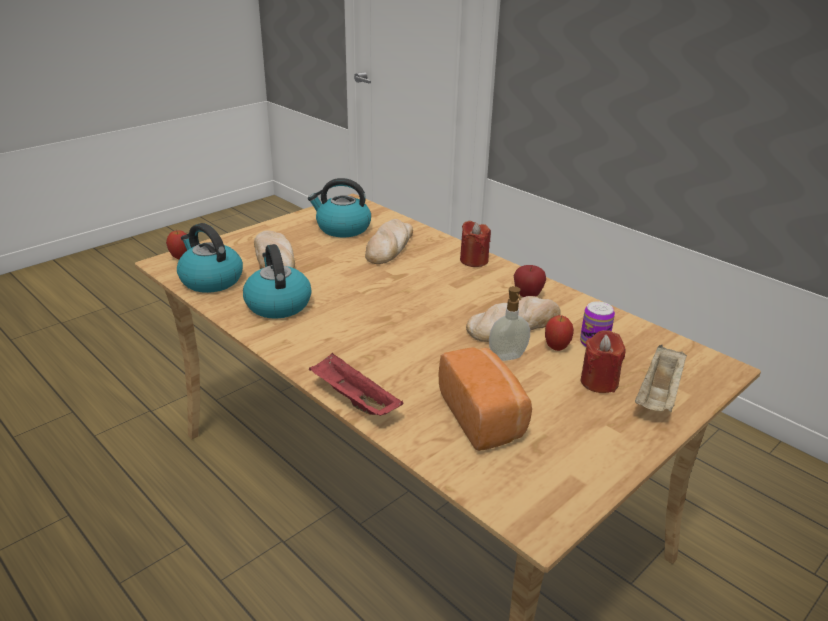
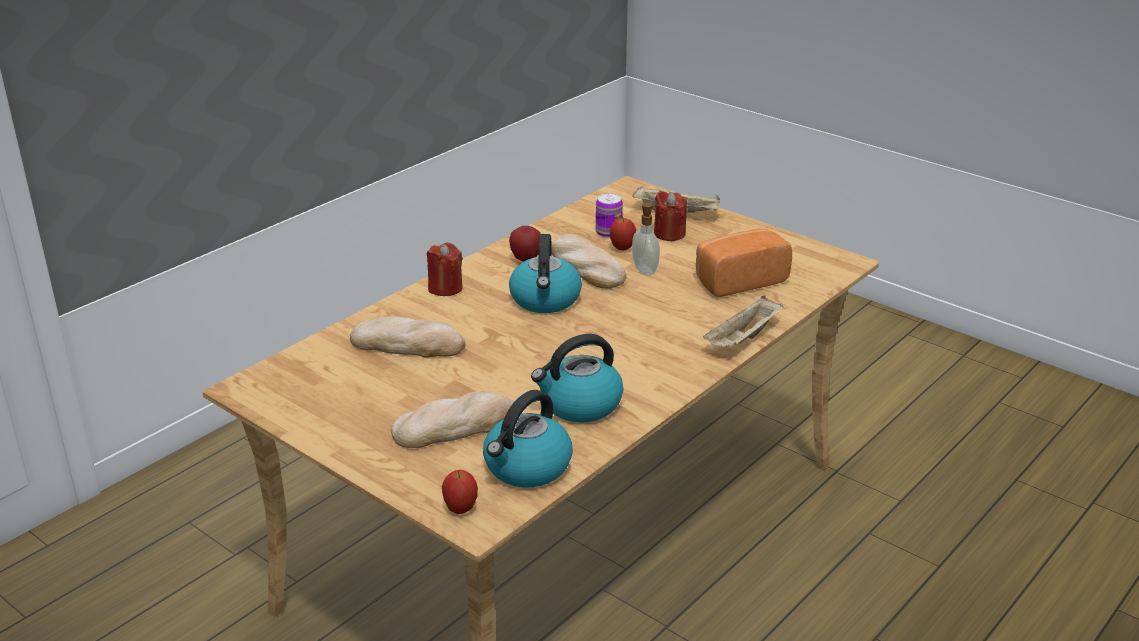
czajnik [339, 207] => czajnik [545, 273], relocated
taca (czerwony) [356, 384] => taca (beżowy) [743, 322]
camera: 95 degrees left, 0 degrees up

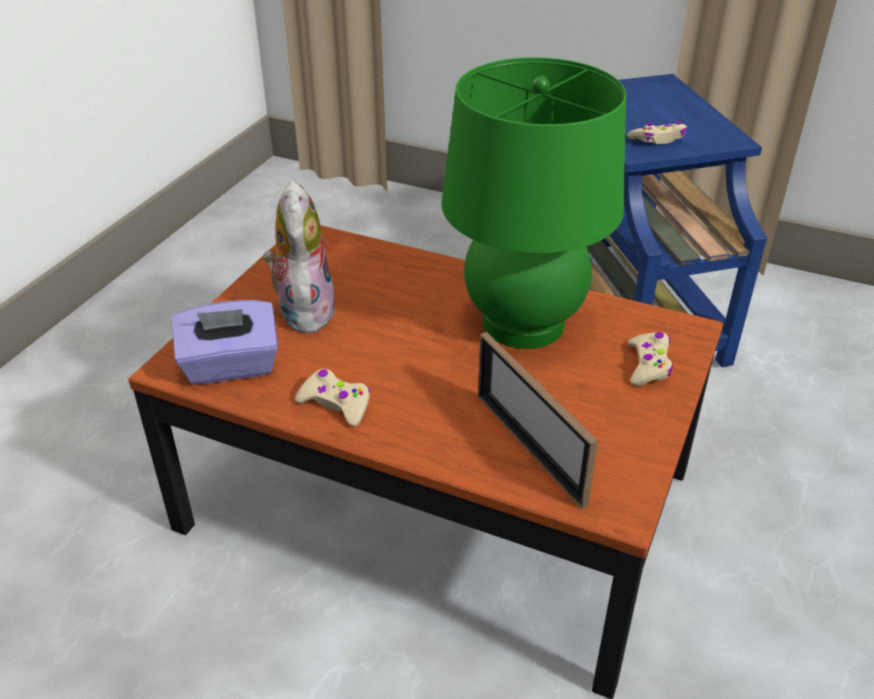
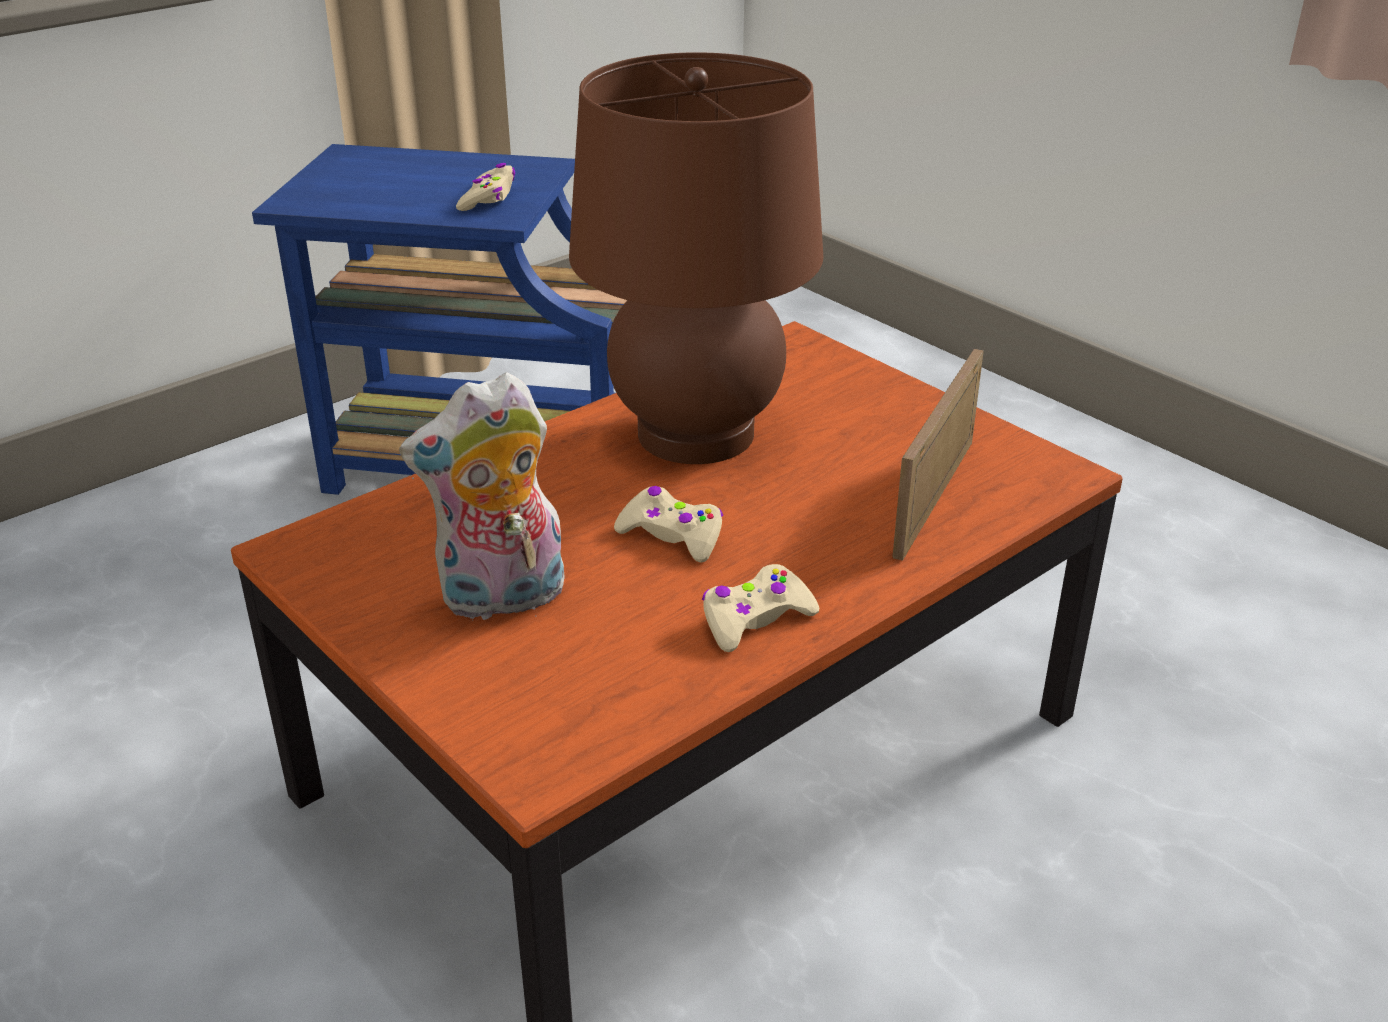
pluszak [299, 257] => pluszak [481, 496], 45 degrees counterclockwise
lampa stołowa (zielony) [533, 203] => lampa stołowa (brązowy) [696, 258]
pad do gier (beżowy) [650, 359] => pad do gier (beżowy) [668, 524], relocated
ramka na zdjęcie [538, 420] => ramka na zdjęcie [938, 455], 120 degrees clockwise
pudełko chusteczek (fioletowy) [224, 342] => nothing
camera: 65 degrees left, 5 degrees down

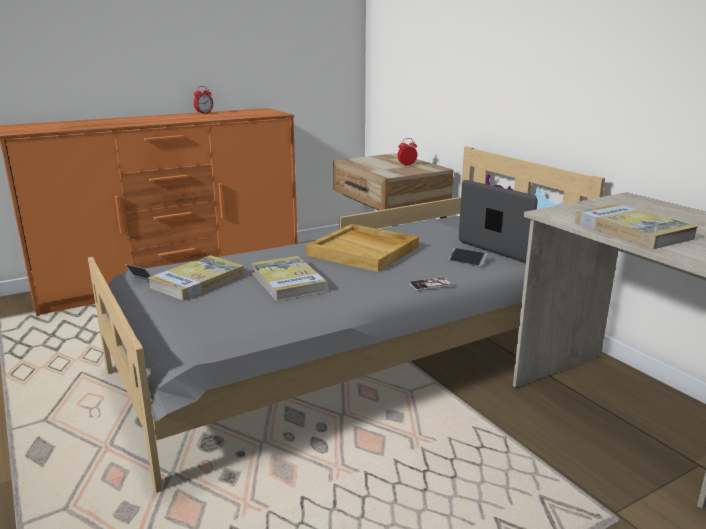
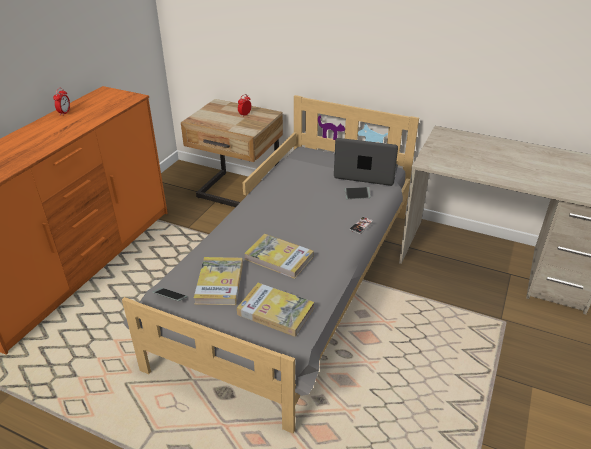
książka [636, 226] => książka [275, 310], relocated
taca (beżowy) [362, 248] => nothing
camera: 35 degrees left, 15 degrees up

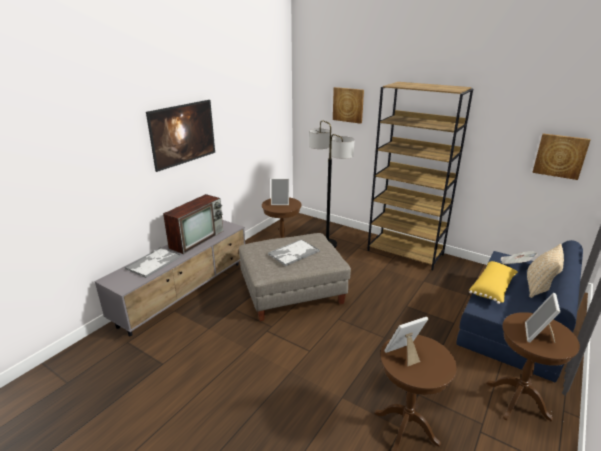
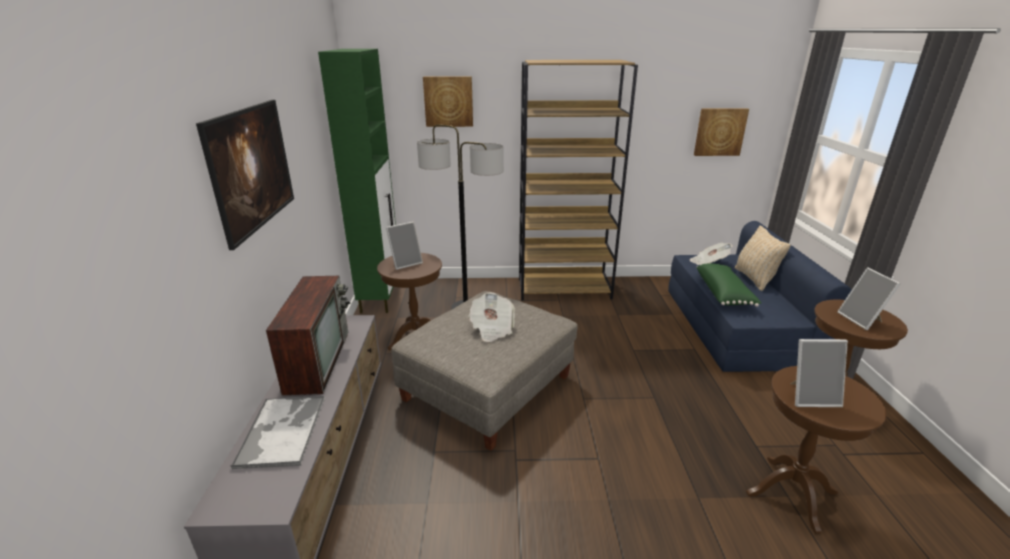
nothing => szafka (zielony) [357, 181]
taca [294, 252] => gazeta [491, 317]
poduszka (żółty) [493, 282] => poduszka (zielony) [728, 285]
ramka na zdjęcie [406, 341] => ramka na zdjęcie [819, 373], 120 degrees counterclockwise
camera: 35 degrees left, 0 degrees up

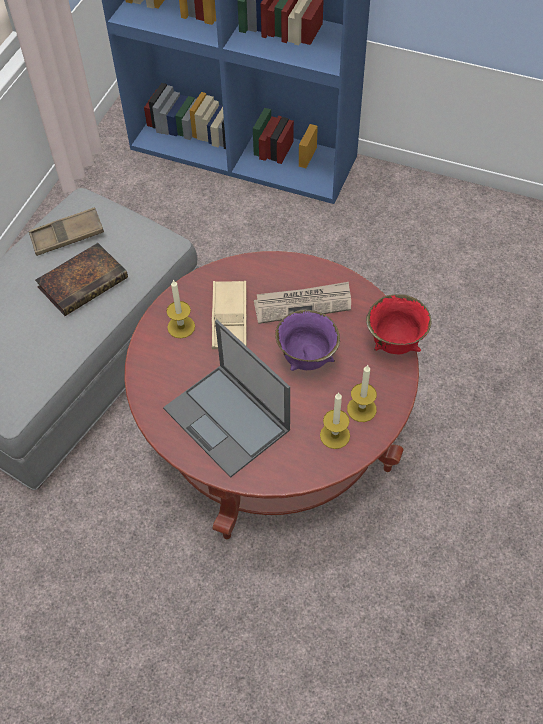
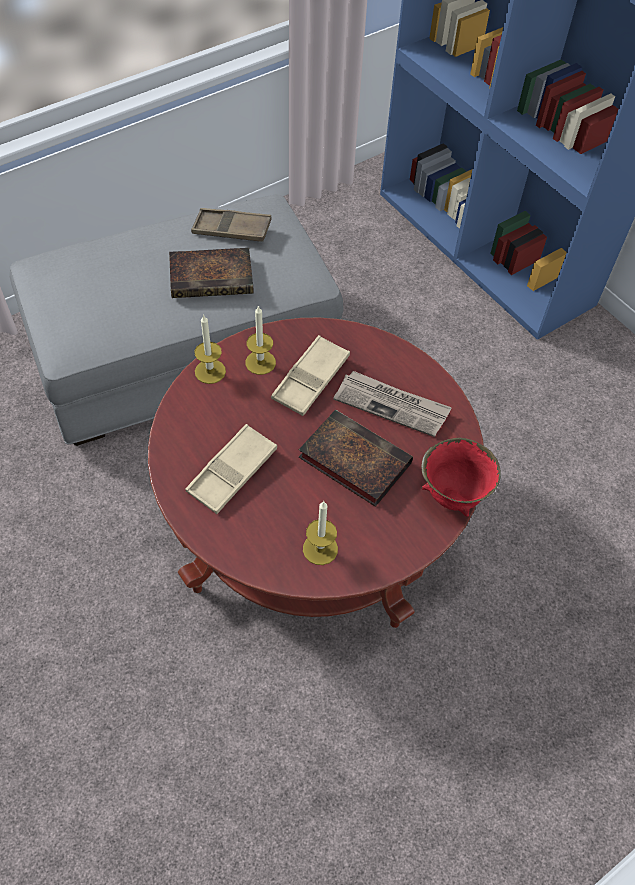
laptop [226, 399] => taca (beżowy) [231, 469]
świeca [362, 393] => świeca [210, 349], relocated
miska (fioletowy) [307, 340] => książka [356, 458]
camera: 30 degrees right, 0 degrees up

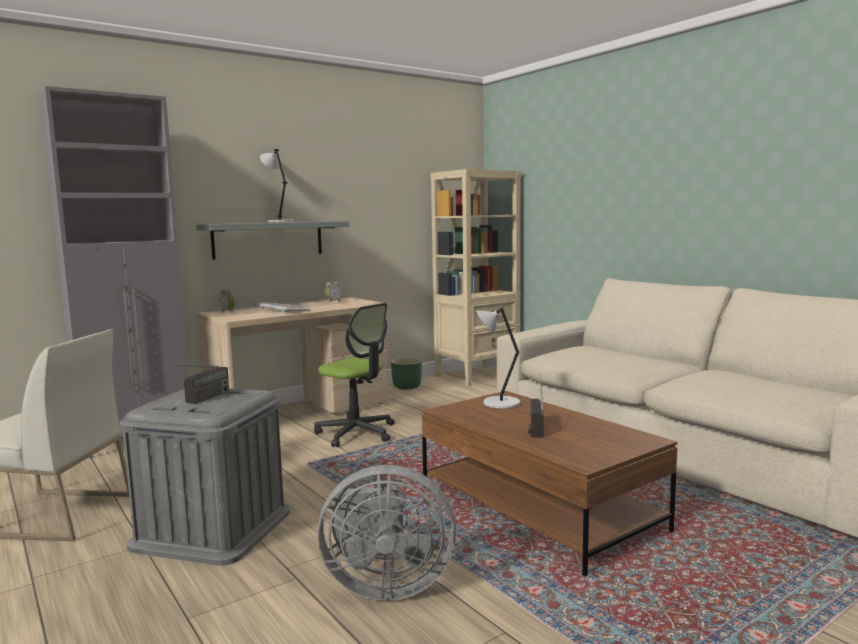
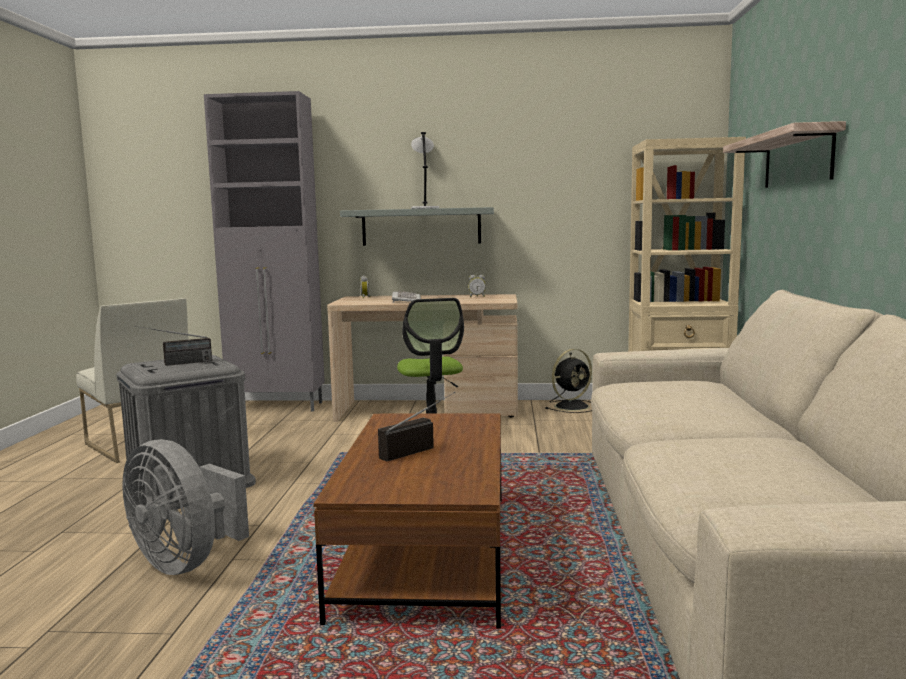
donica (zielony) [406, 374] => wentylator (czarny) [568, 381]
nothing => półka [784, 154]
lampa stołowa (szary) [498, 358] => nothing
camera: 40 degrees right, 0 degrees up

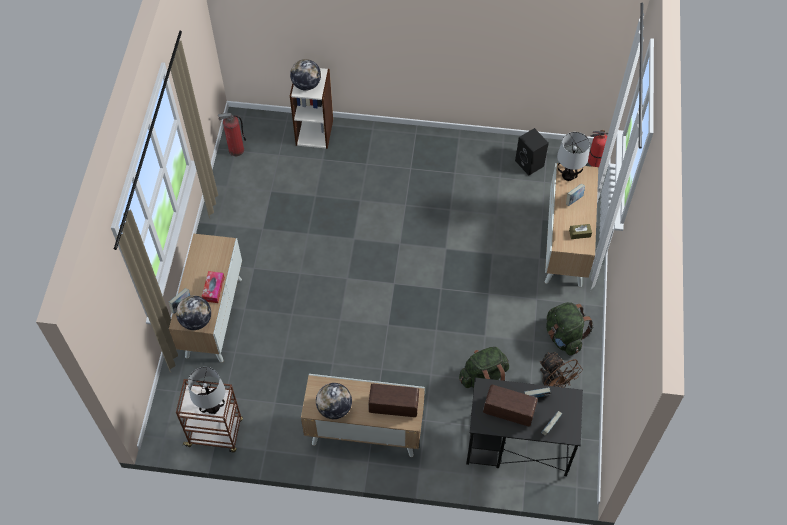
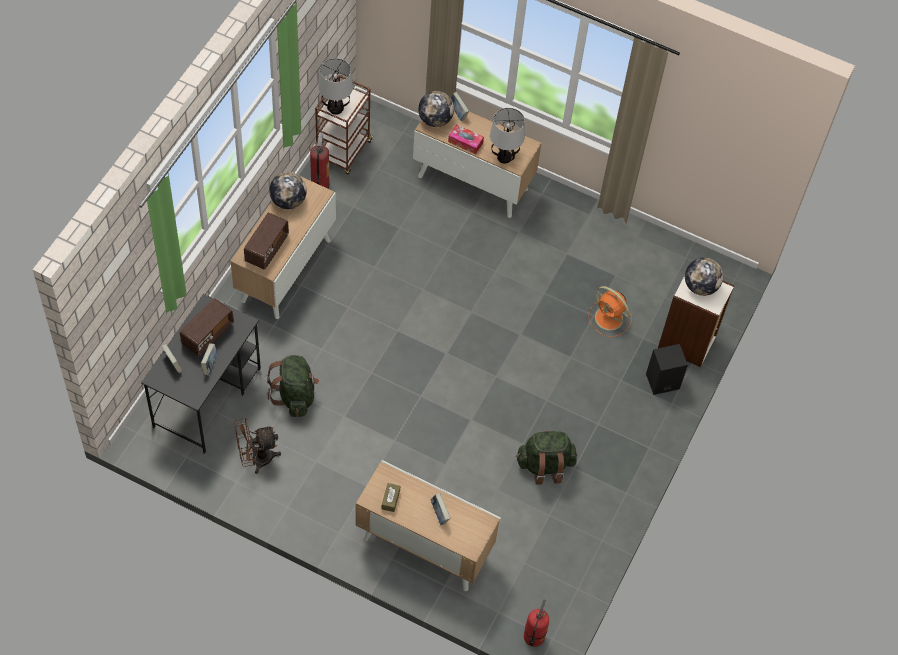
gaśnica [232, 134] => gaśnica [320, 160], relocated
lampa stołowa [573, 156] => lampa stołowa [507, 135], relocated
plecak (zielony) [569, 329] => plecak (zielony) [546, 458], relocated
nothing => wentylator (pomarańczowy) [610, 311]
głośnik (czarny) [532, 151] => głośnik (czarny) [667, 369], relocated
camera: 105 degrees right, 0 degrees up

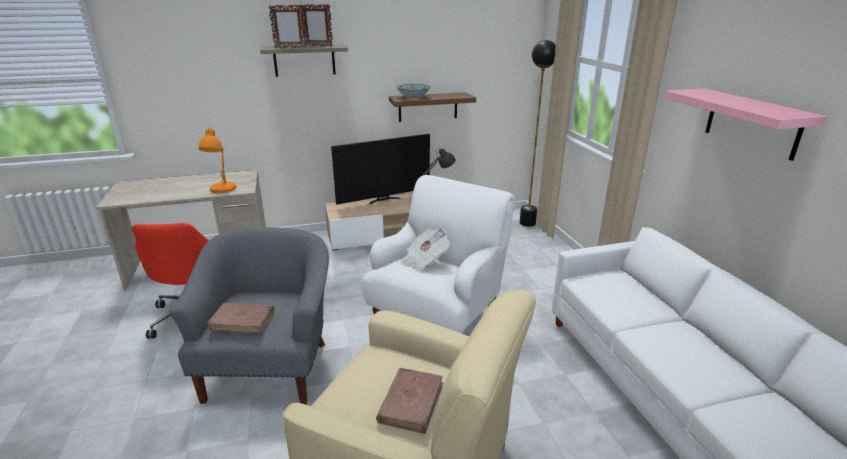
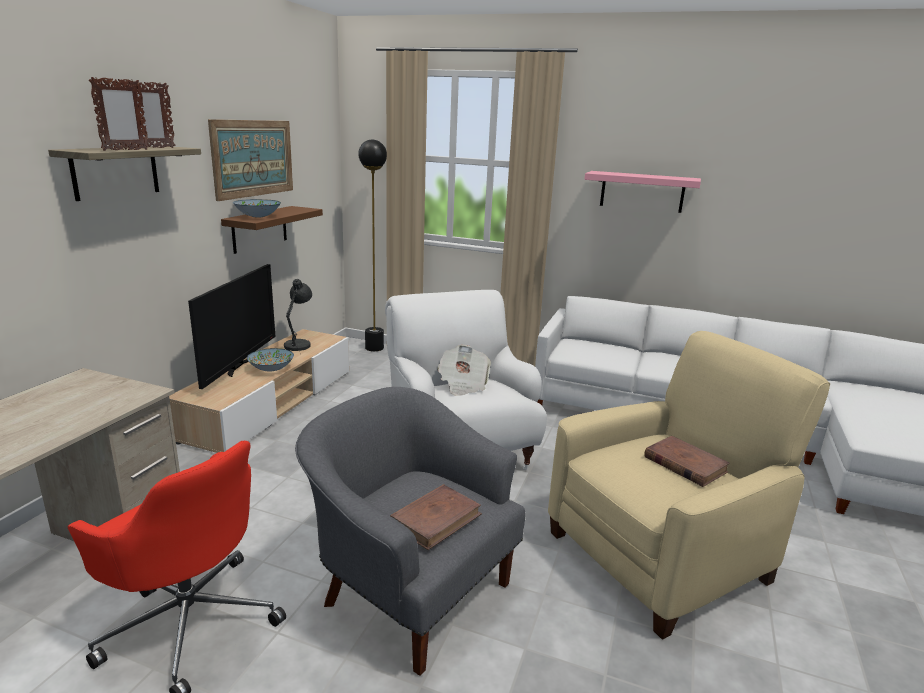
nothing => obraz [250, 160]
nothing => miska [270, 360]
lampa stołowa (pomarańczowy) [217, 159] => nothing
camera: 55 degrees left, 5 degrees down

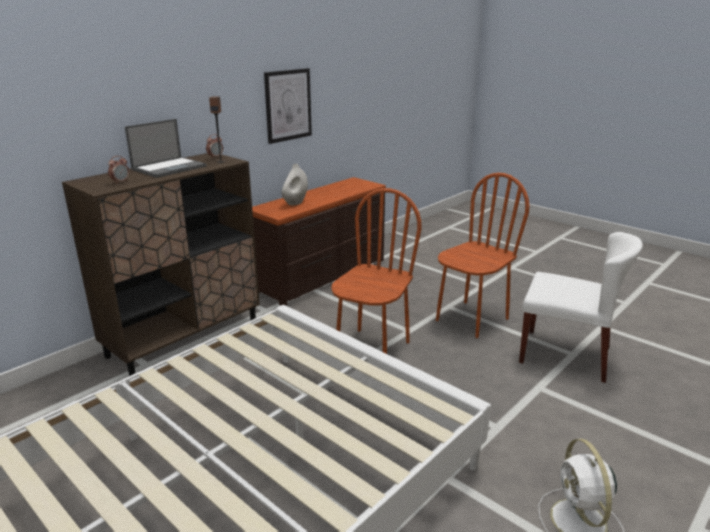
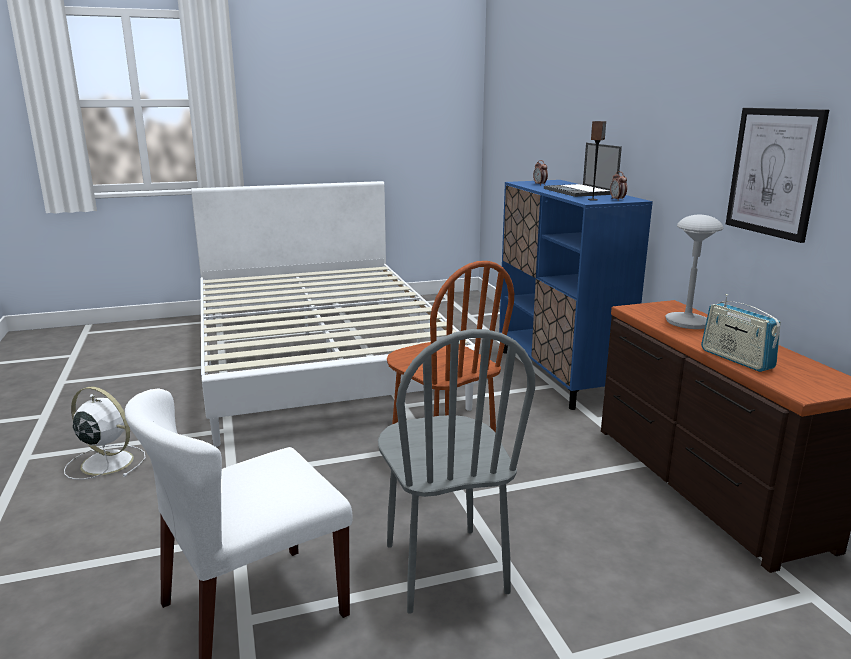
krzesło (brązowy) [483, 255] => krzesło (szary) [456, 471]
szafka (brązowy) [161, 264] => szafka (niebieski) [576, 295]
wazon (biały) [295, 184] => lampa stołowa (szary) [694, 272]
nothing => radio [741, 333]
camera: 120 degrees right, 5 degrees down

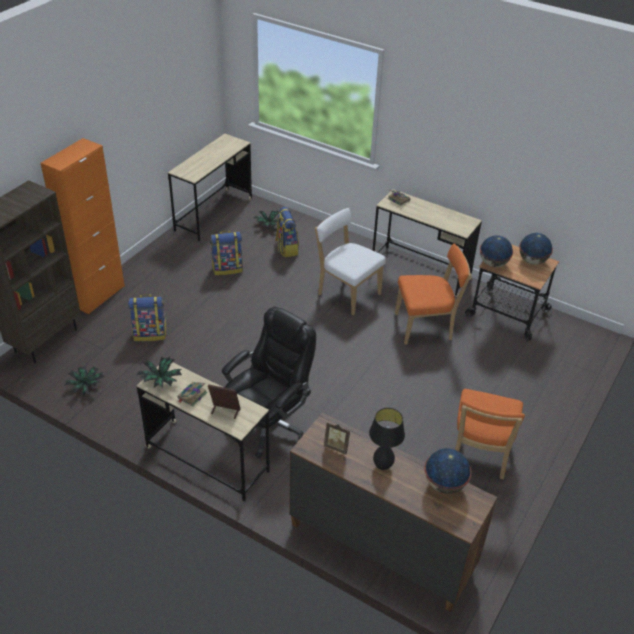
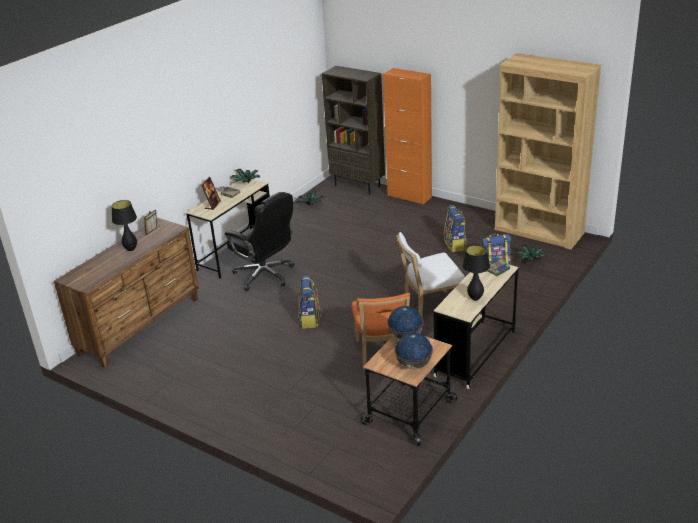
plecak [147, 317] => plecak [309, 302], relocated
krzesło (biały) [350, 261] => krzesło (biały) [430, 275], 150 degrees counterclockwise
nothing => lampa stołowa (czarny) [476, 273]
biurko (beżowy) [210, 187] => regał (brązowy) [548, 151]
globus [448, 471] => nothing
krzesło (pomarańczowy) [490, 434] => nothing
camera: 95 degrees right, 10 degrees down

